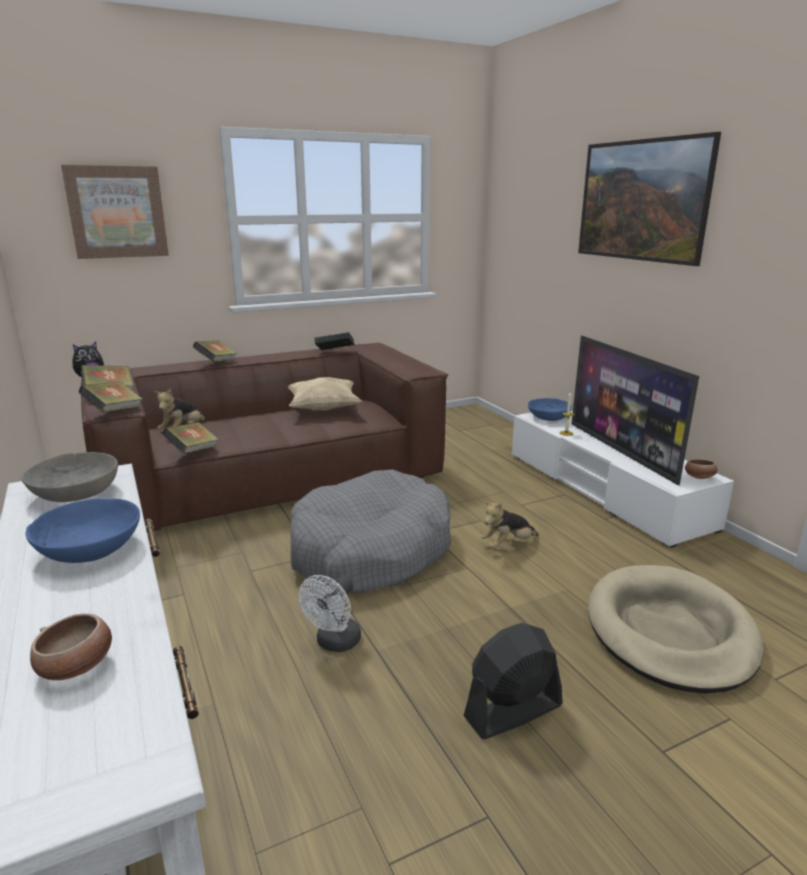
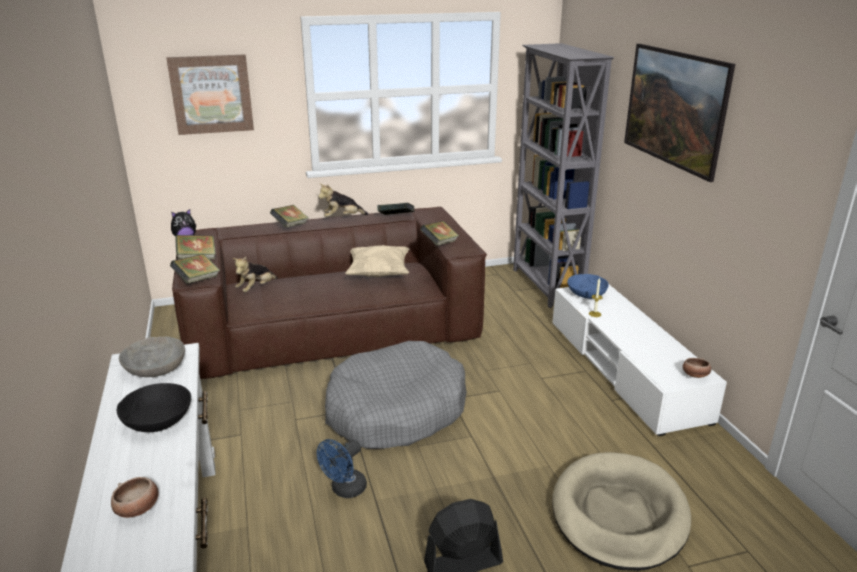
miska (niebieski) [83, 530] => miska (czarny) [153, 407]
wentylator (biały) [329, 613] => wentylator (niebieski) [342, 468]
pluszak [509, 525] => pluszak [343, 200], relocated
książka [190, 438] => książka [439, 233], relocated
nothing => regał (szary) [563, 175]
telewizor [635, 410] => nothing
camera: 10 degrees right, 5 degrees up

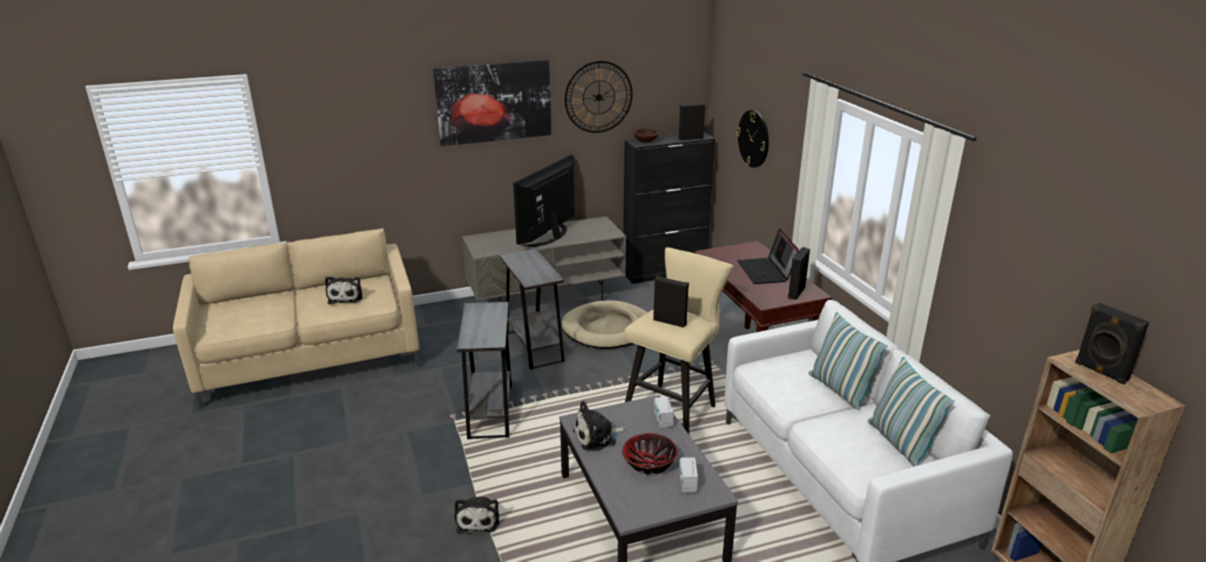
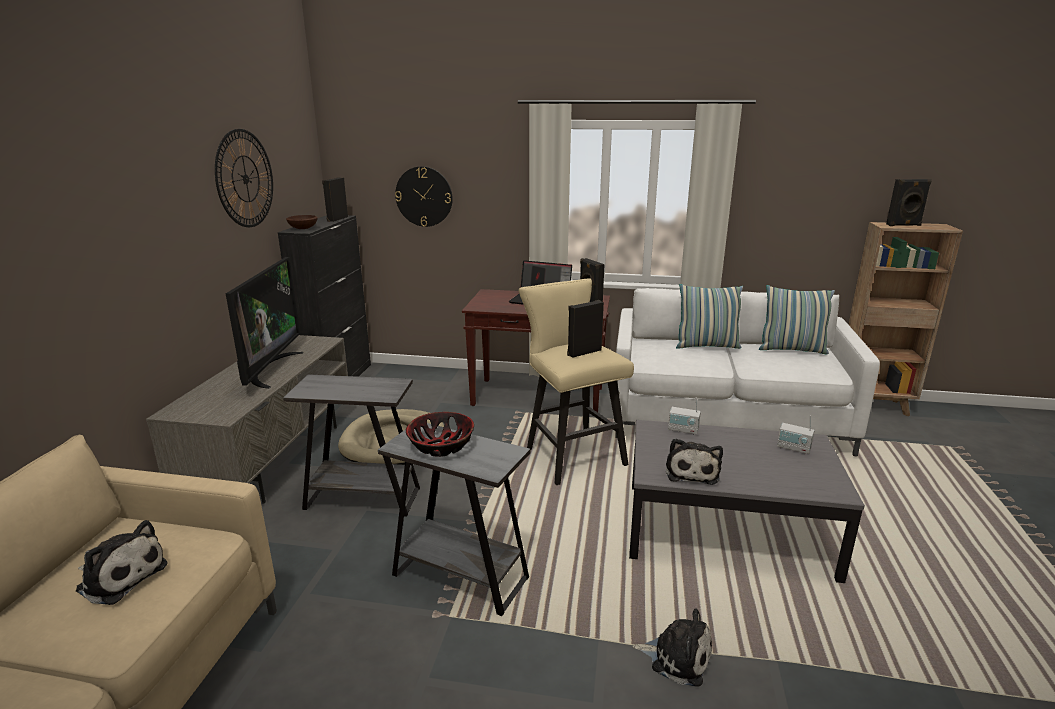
telewizor [544, 200] => telewizor [264, 323], 150 degrees counterclockwise
miska [649, 453] => miska [440, 434], relocated
obraz [492, 103] => nothing
camera: 60 degrees left, 5 degrees down

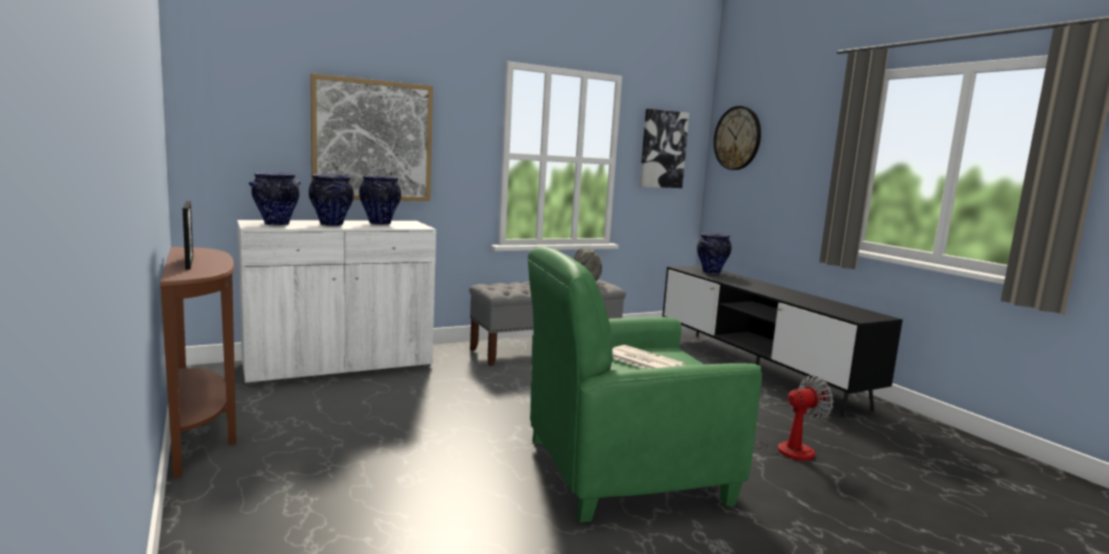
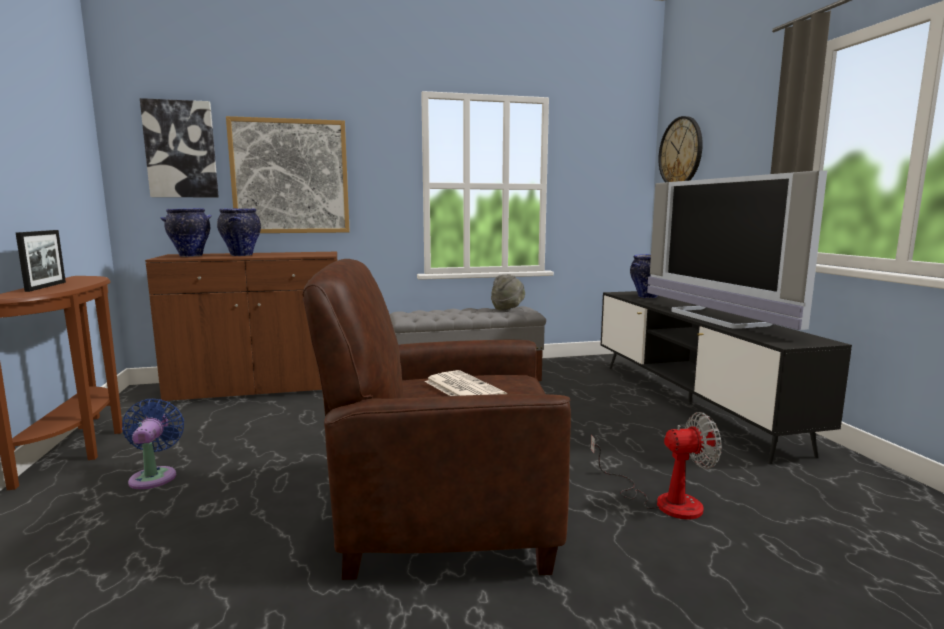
nothing => wentylator (niebieski) [153, 444]
obraz [664, 148] => obraz [179, 147], relocated
szafka (biały) [336, 302] => szafka (brązowy) [241, 327]
fotel (zielony) [644, 385] => fotel (brązowy) [436, 419]
nothing => telewizor [737, 250]
wazon [380, 200] => nothing
camera: 15 degrees right, 0 degrees up

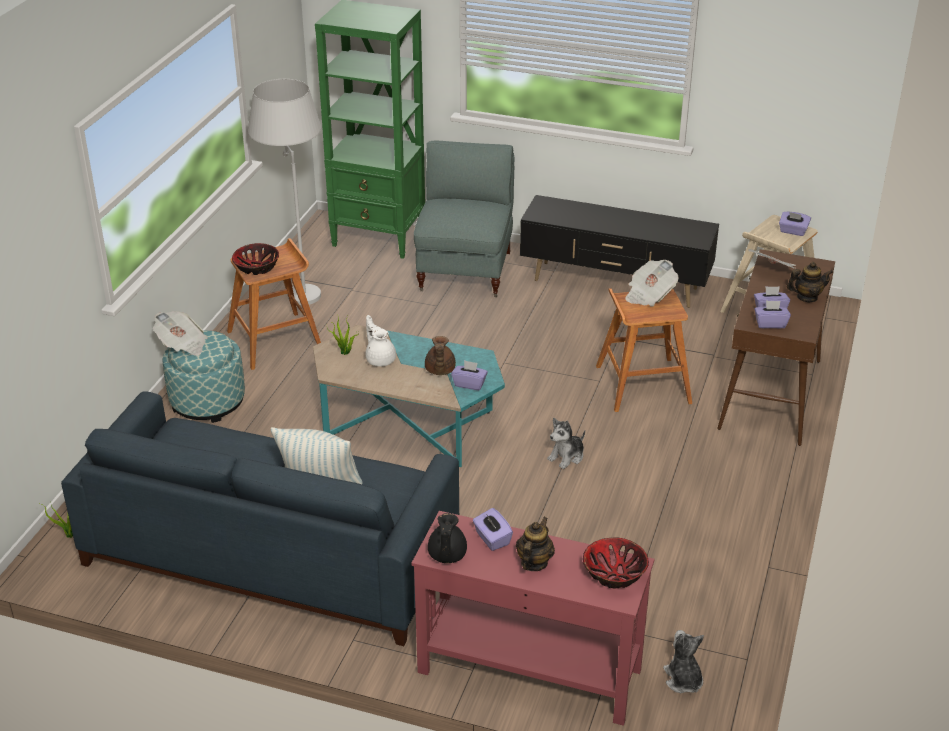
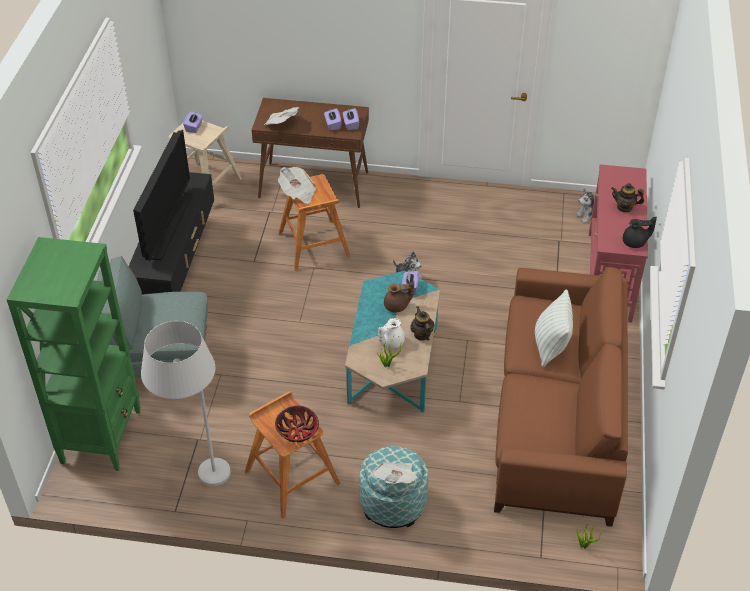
nothing => telewizor [163, 195]
imbryk [810, 282] => imbryk [422, 323], relocated
kanapa (niebieski) [260, 518] => kanapa (brązowy) [561, 397]
pudełko chusteczek (fioletowy) [493, 529] => nothing
miska [616, 562] => nothing
camera: 100 degrees left, 10 degrees up

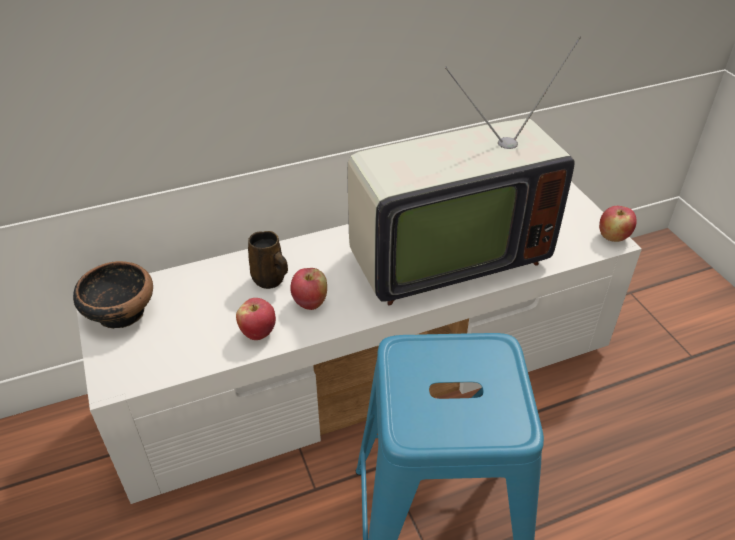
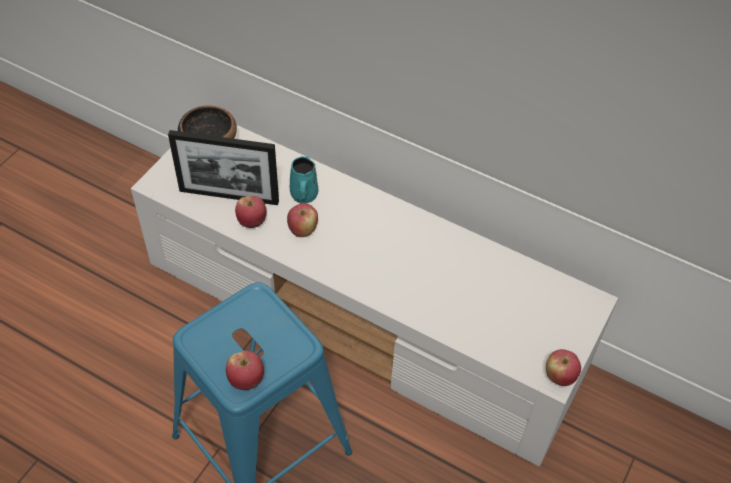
nothing => ramka na zdjęcie [223, 167]
nothing => jabłko [245, 370]
kubek (brązowy) [268, 260] => kubek (turkusowy) [304, 179]
telewizor [464, 170] => nothing
camera: 50 degrees right, 10 degrees up

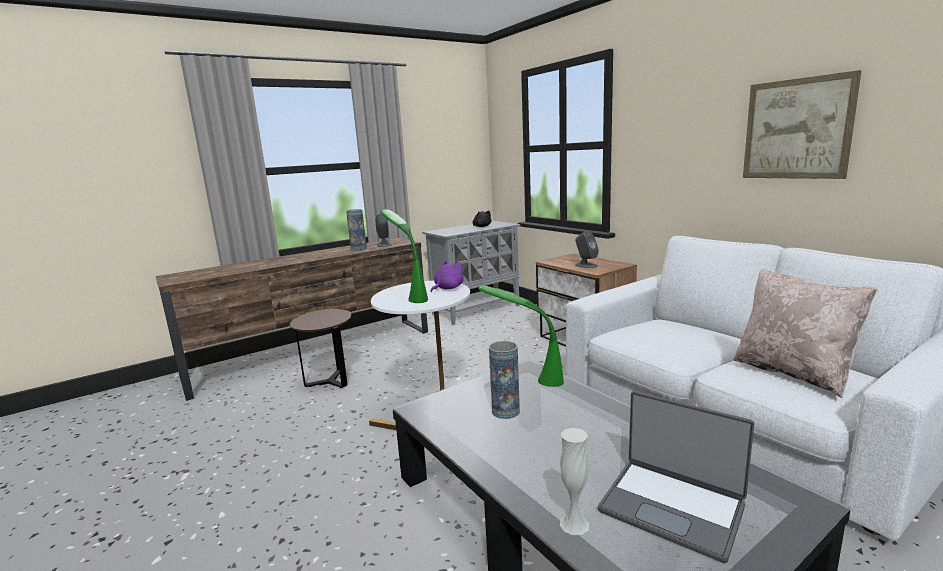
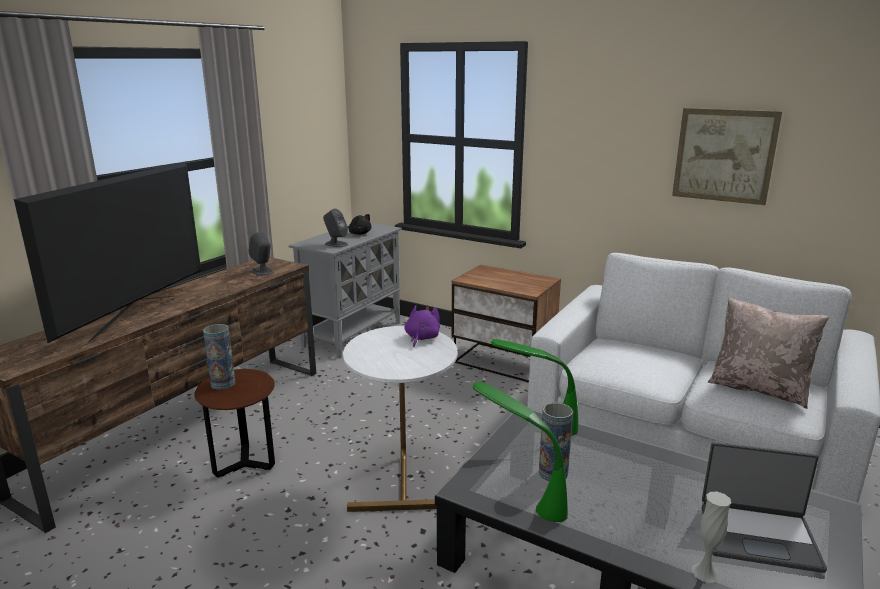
nothing => telewizor [107, 252]
wazon [356, 230] => wazon [219, 356], relocated
głośnik (szary) [587, 249] => głośnik (szary) [335, 227], relocated
lampa stołowa (zielony) [404, 256] => lampa stołowa (zielony) [520, 452], relocated
camera: 25 degrees left, 5 degrees up

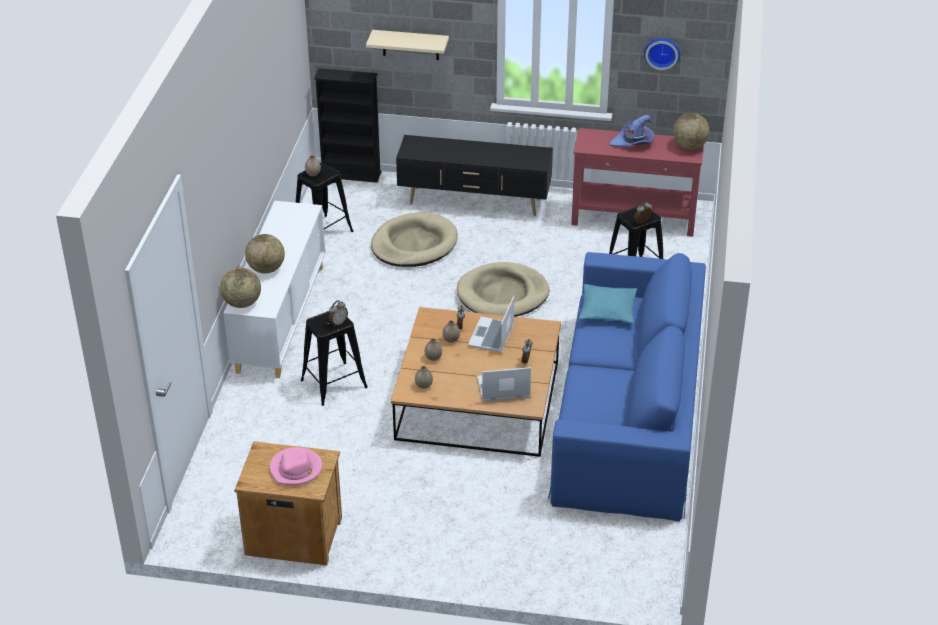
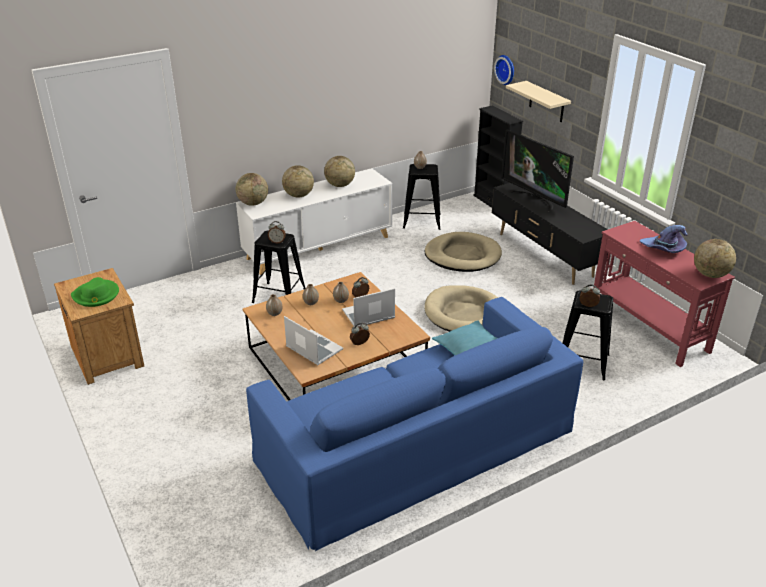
kapelusz (różowy) [296, 466] => kapelusz (zielony) [95, 292]
nothing => globus [339, 171]
zegar ścienny [662, 54] => zegar ścienny [504, 70], relocated
nothing => telewizor [537, 170]
camera: 50 degrees right, 5 degrees down

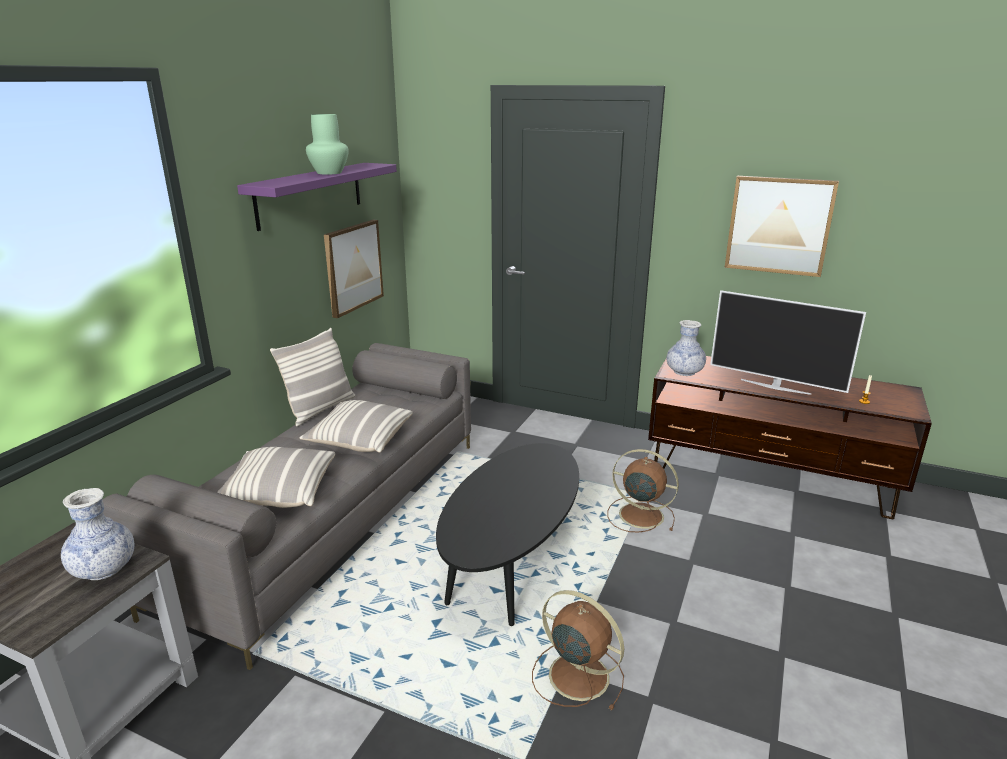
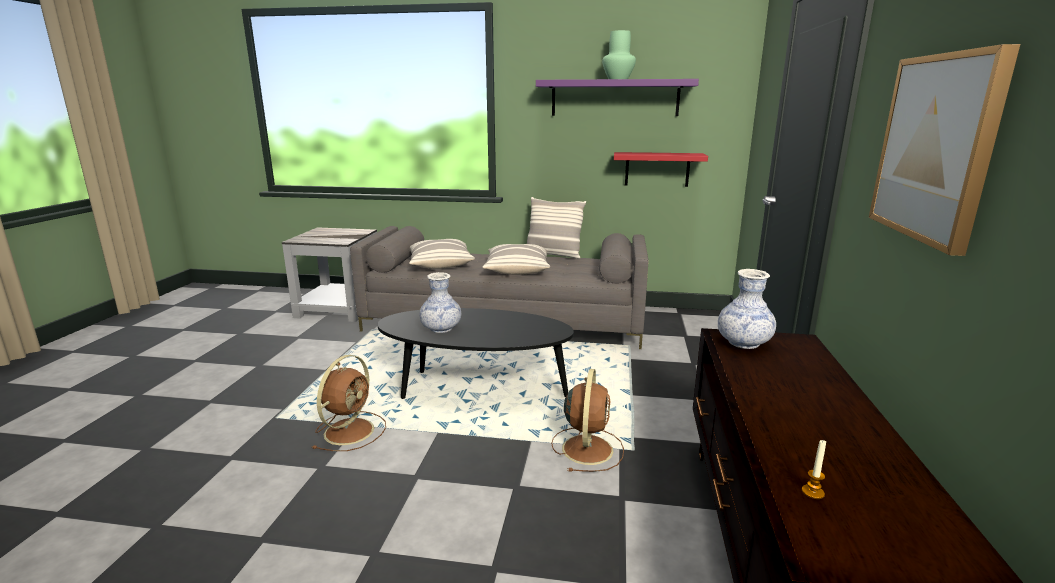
wazon [97, 534] => wazon [440, 302], relocated
obraz [354, 269] => półka (czerwony) [661, 169]
telewizor [788, 342] => nothing
camera: 75 degrees right, 5 degrees down

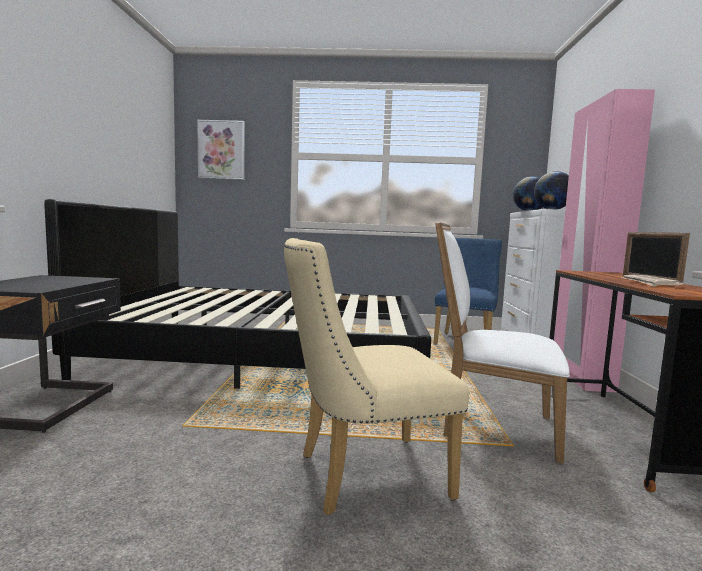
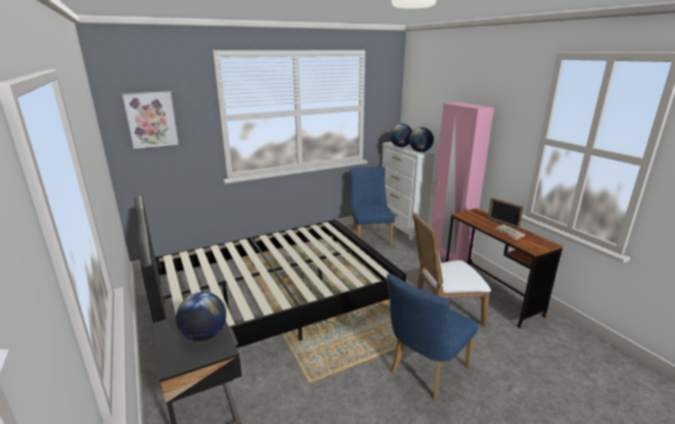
nothing => globus [201, 316]
krzesło (beżowy) [376, 376] => krzesło (niebieski) [432, 337]
camera: 30 degrees left, 15 degrees up

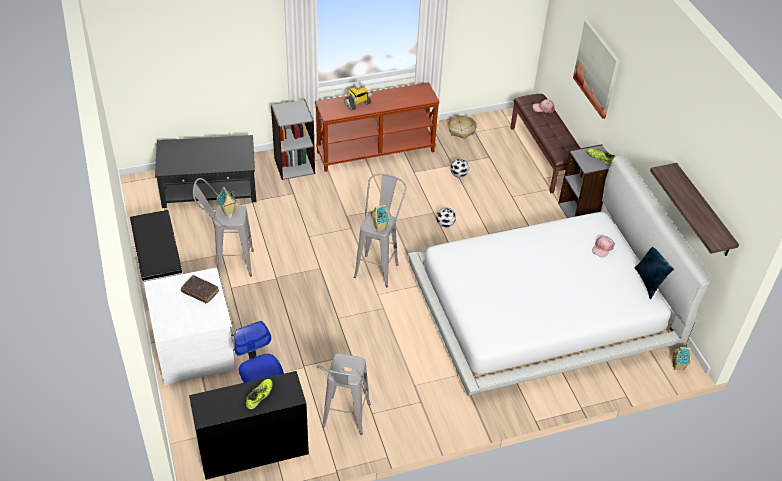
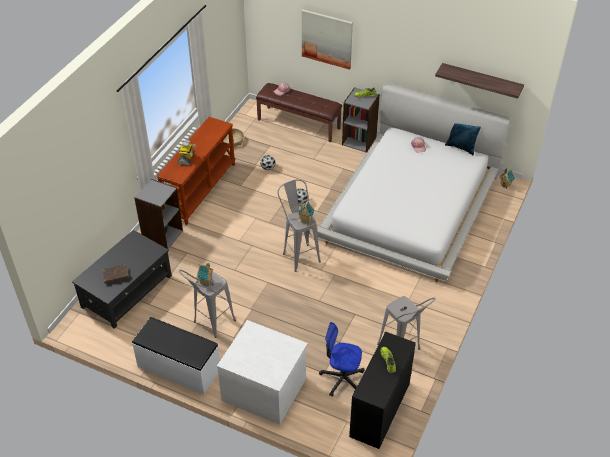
książka (brązowy) [200, 289] => książka (brązowy) [115, 274], relocated
camera: 45 degrees left, 0 degrees up

